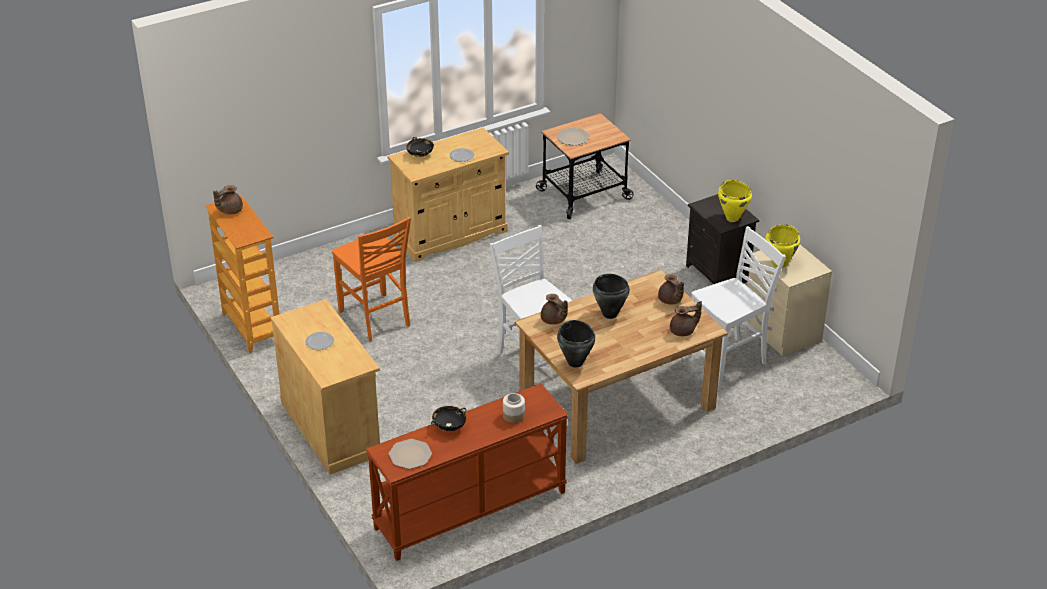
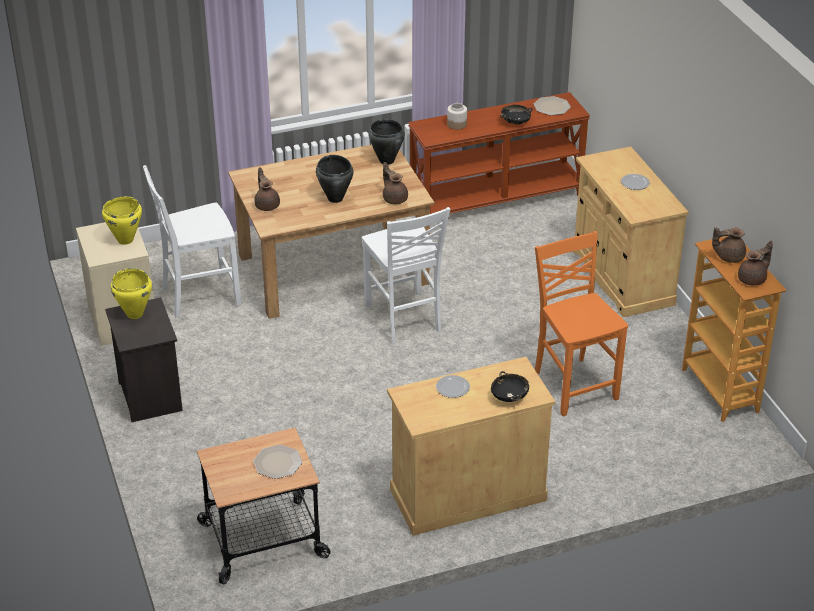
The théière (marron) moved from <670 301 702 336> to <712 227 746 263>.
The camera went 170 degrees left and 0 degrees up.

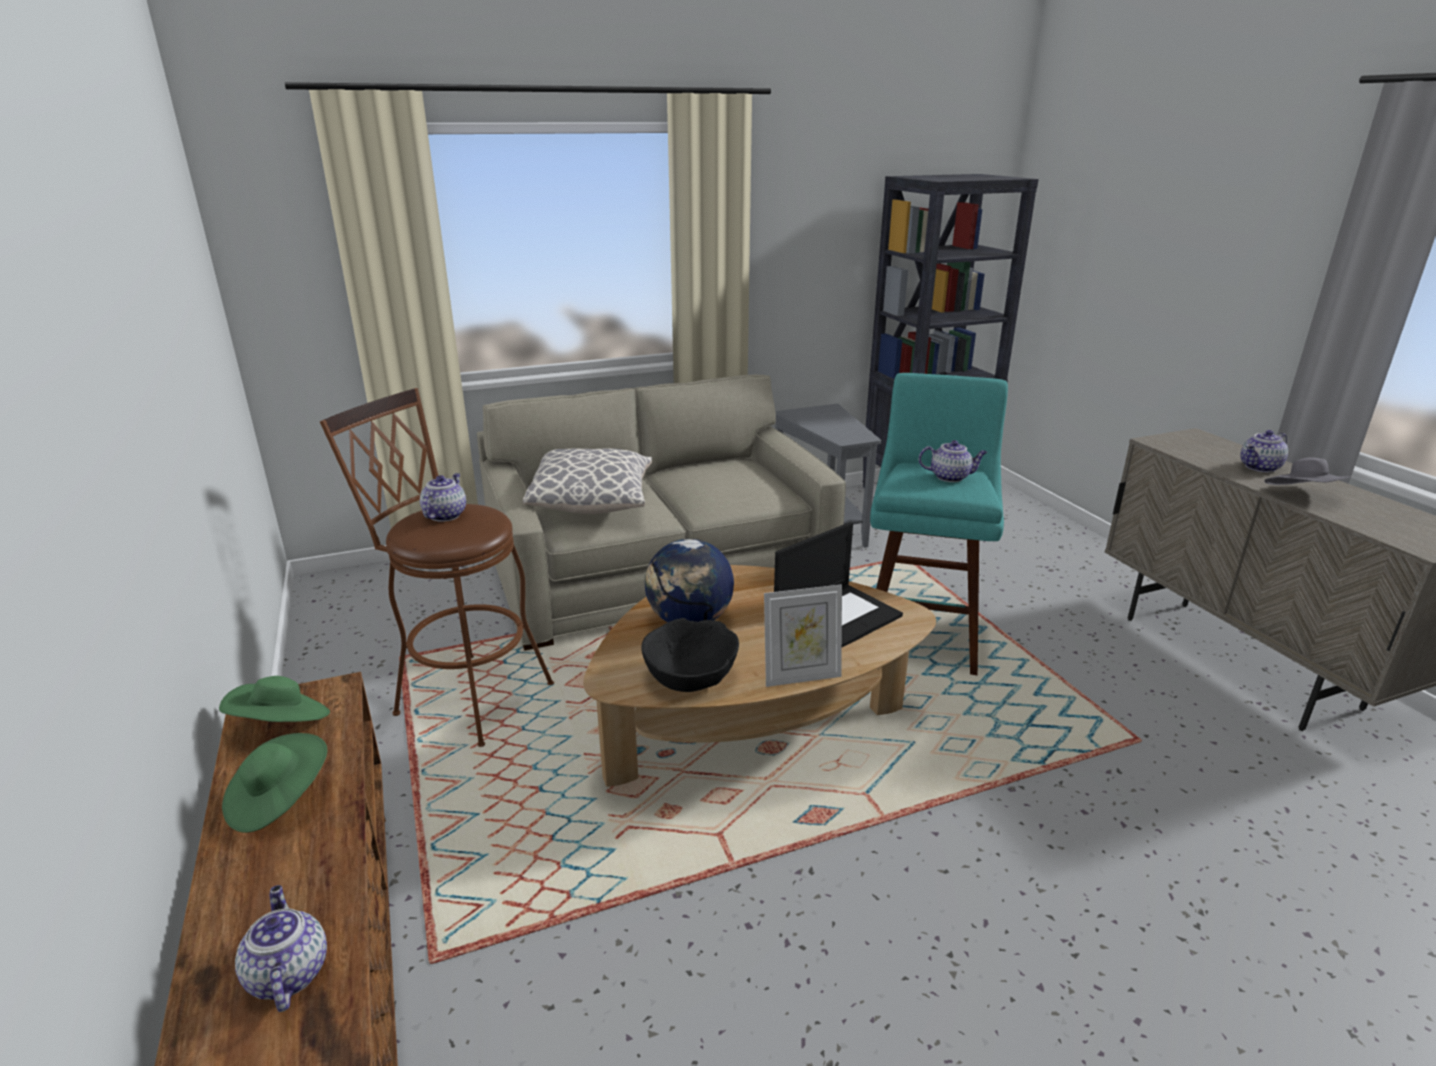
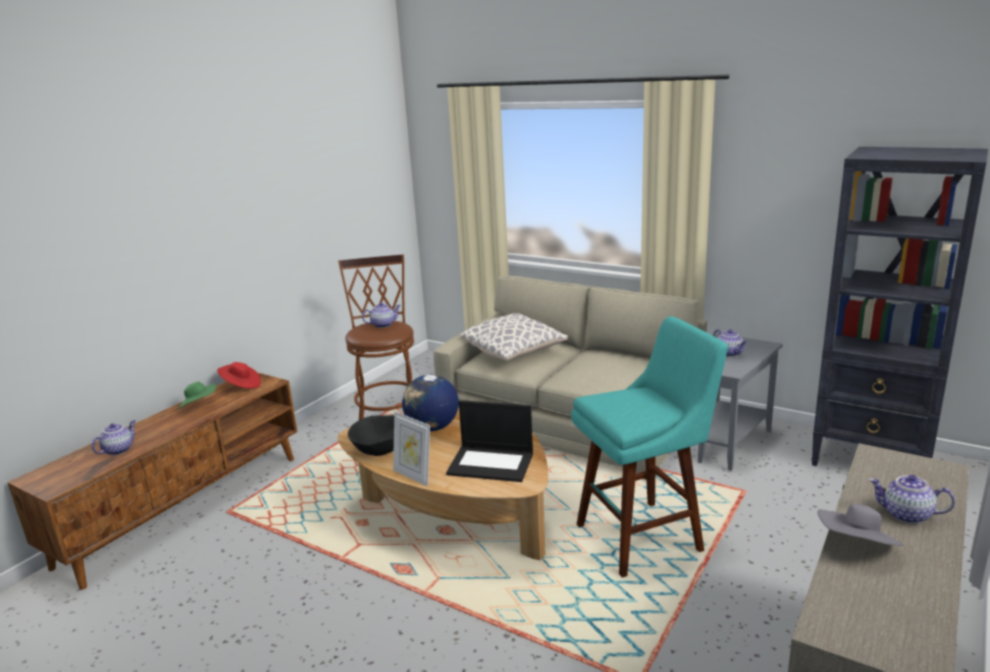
The théière moved from <919 440 988 482> to <713 329 747 357>.
The chapeau (vert) at <219 676 330 722> became the chapeau (rouge) at <217 362 261 389>.
The camera went 55 degrees right and 5 degrees down.

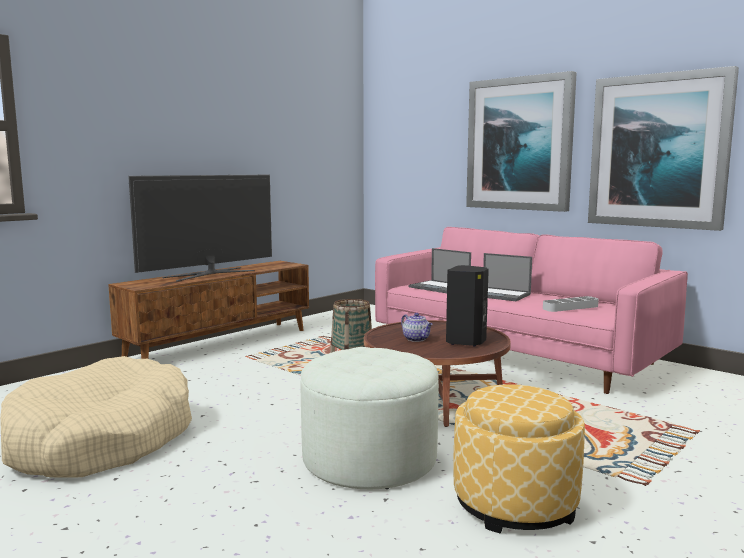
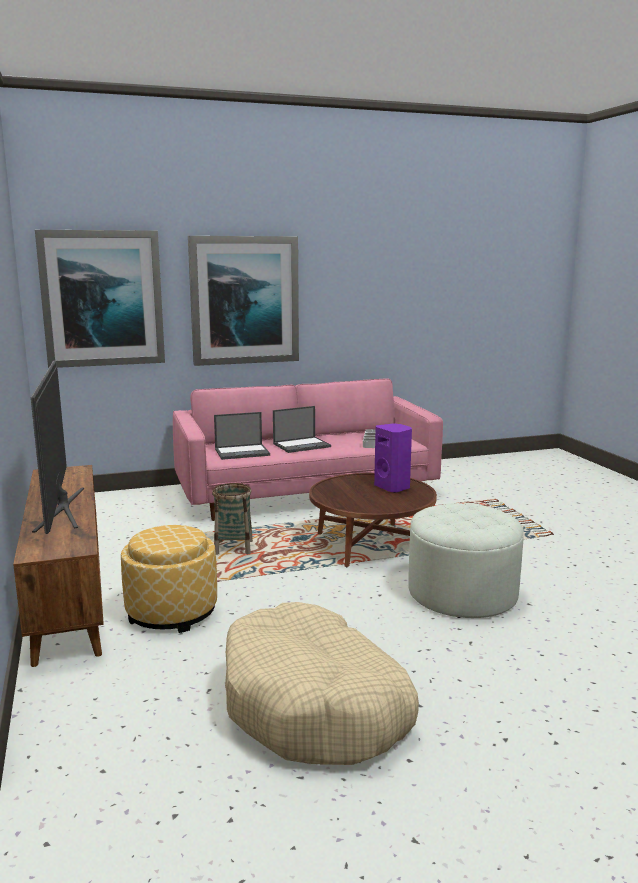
The tableau moved from <588 66 739 231> to <35 230 165 368>.
The enceinte (noir) at <446 265 489 346> became the enceinte (violet) at <374 423 412 493>.
The théière at <401 313 433 342> disappeared.
The pouf moved from <453 384 585 534> to <121 525 217 633>.
The camera went 60 degrees left and 5 degrees up.

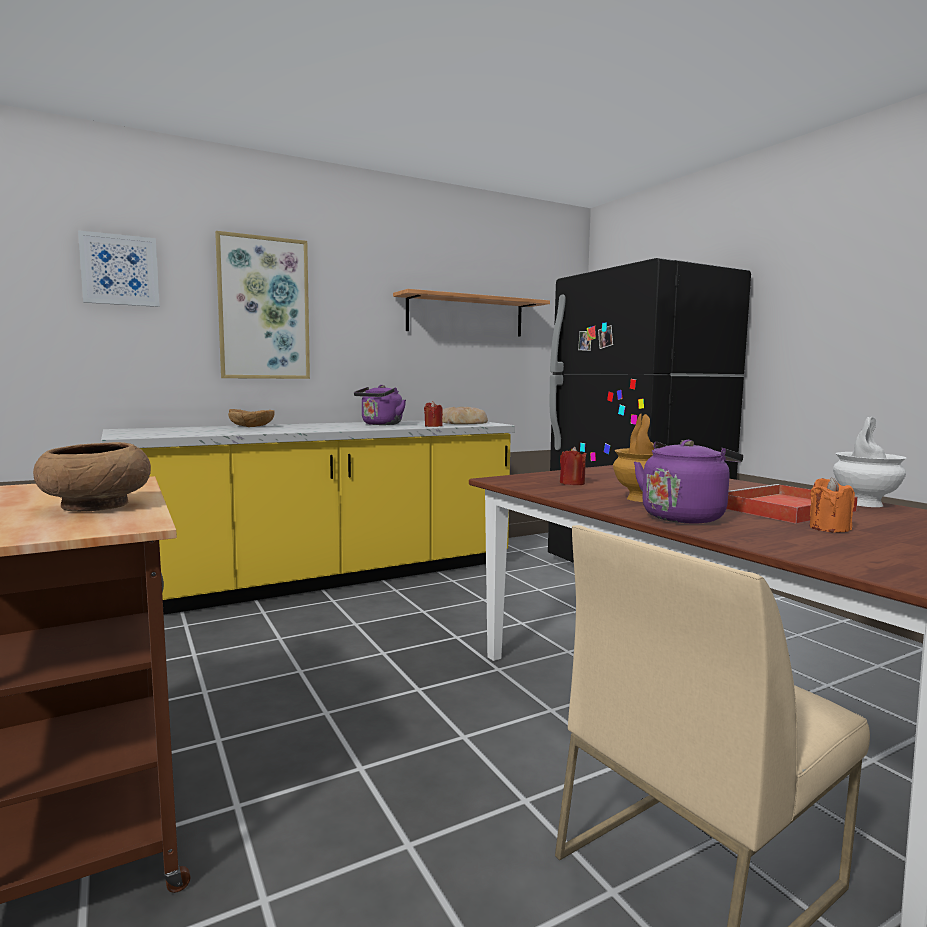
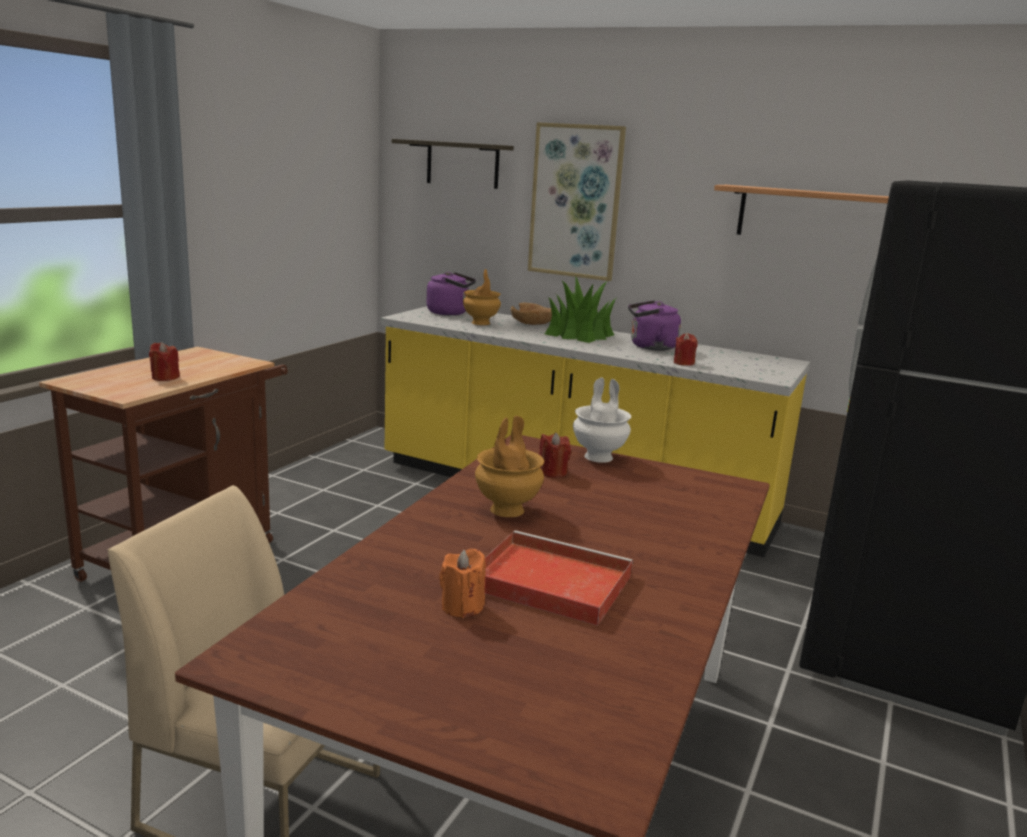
The tableau at <78 230 160 307> was replaced by the étagère at <392 139 514 189>.
The pain at <442 407 488 424> disappeared.
The vase (blanc) moved from <833 417 906 507> to <573 378 631 463>.
The bouilloire (violet) moved from <634 440 743 523> to <427 272 476 315>.
The bol (marron) at <33 442 151 512> was replaced by the bougie (rouge) at <149 342 180 381>.
The vase (marron) at <463 269 501 325> appeared.
The plante en pot at <544 275 616 343> appeared.
The camera went 55 degrees right and 10 degrees up.

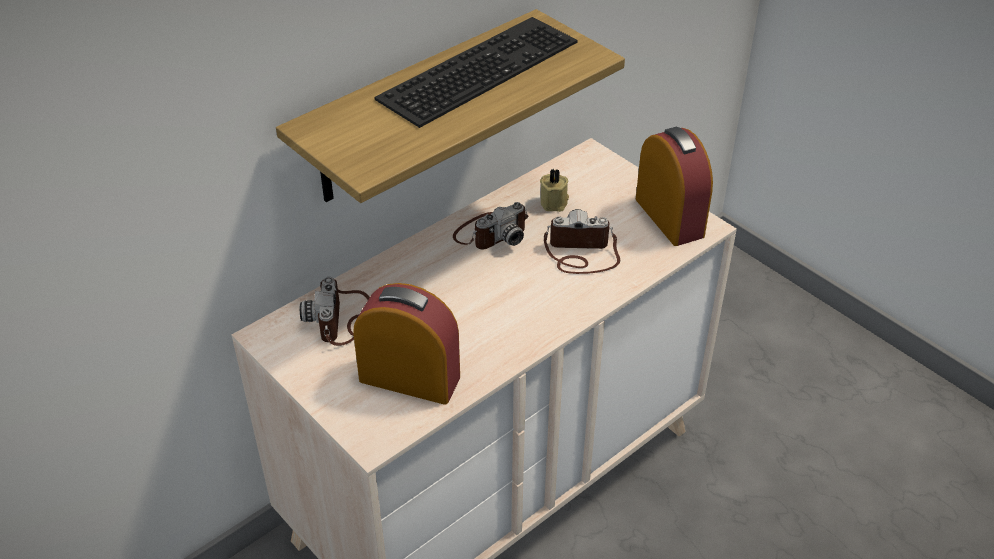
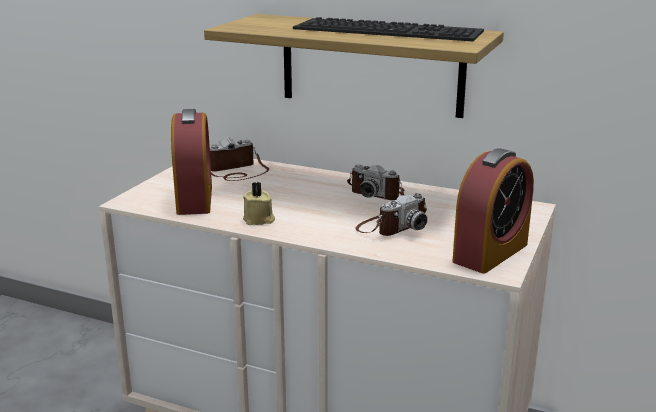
The bougie (beige) moved from <540 169 569 212> to <243 182 275 225>.
The appareil photo at <544 209 620 274> turned 75 degrees clockwise.
The camera went 65 degrees right and 20 degrees down.

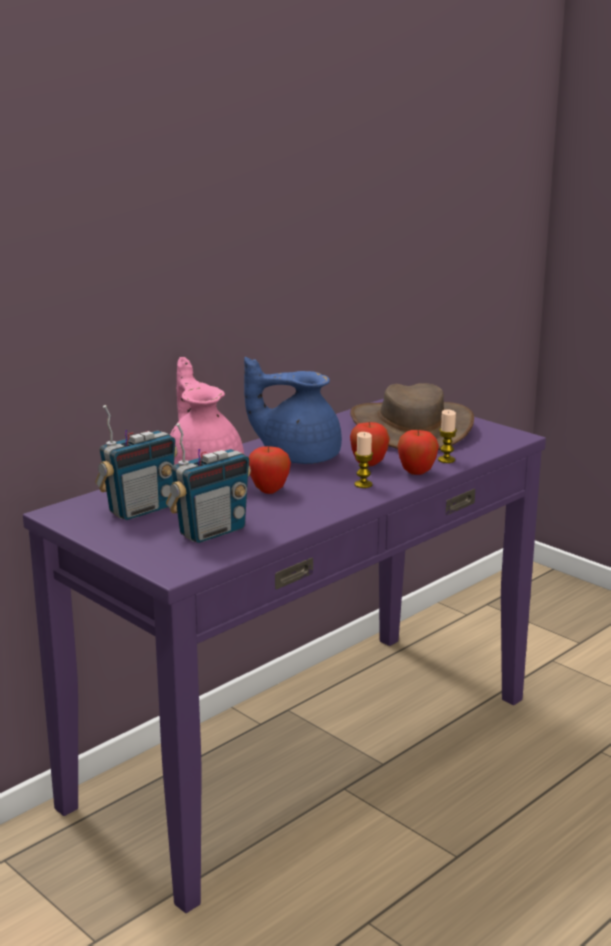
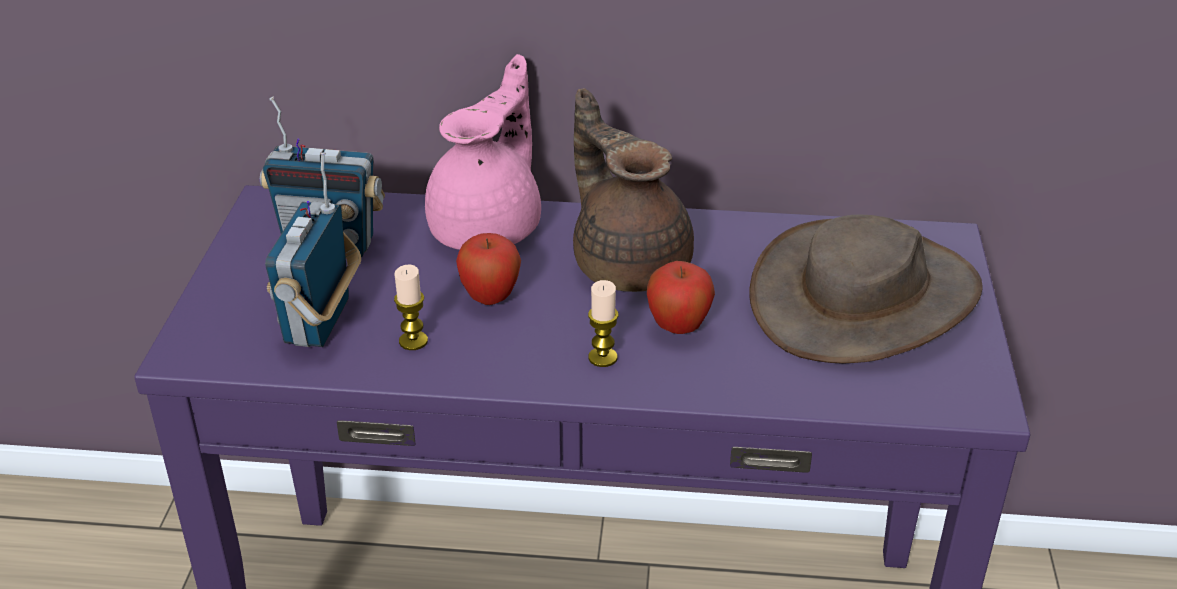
The théière (bleu) at <244 357 342 464> became the théière (marron) at <573 89 694 292>.
The bougie moved from <438 409 457 463> to <394 264 428 350>.
The radio at <166 423 251 543> turned 90 degrees clockwise.
The pomme at <397 430 439 475> disappeared.
The camera went 50 degrees right and 15 degrees up.

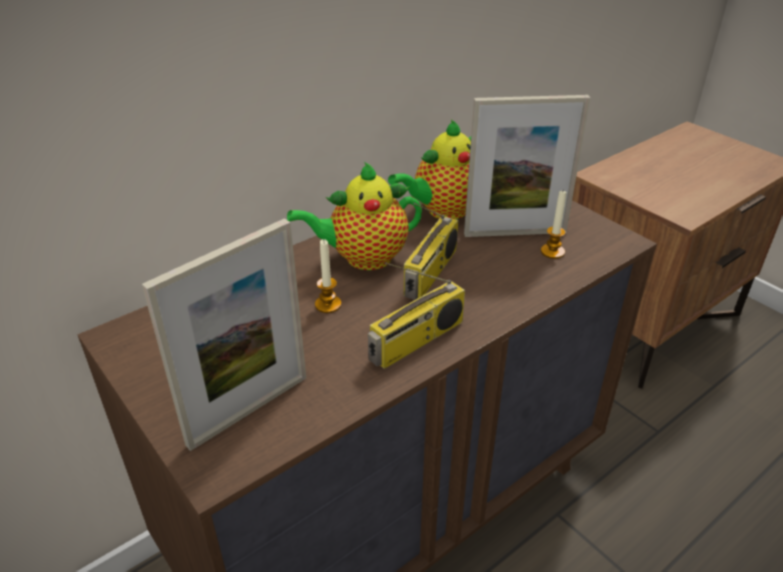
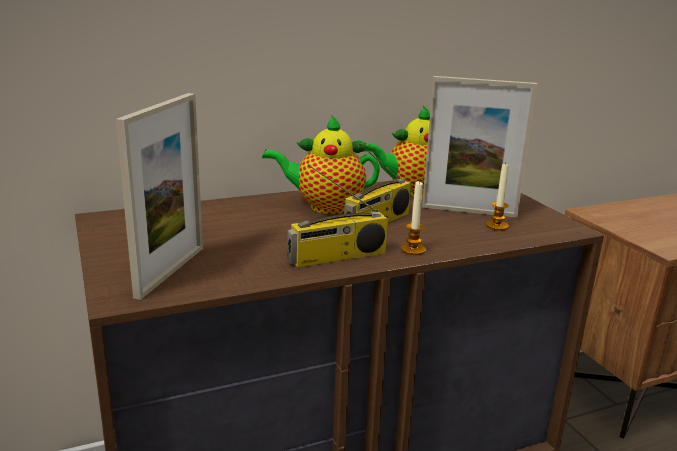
The cadre photo at <142 218 306 451> turned 45 degrees counterclockwise.
The bougie moved from <315 239 341 313> to <401 180 426 255>.
The camera went 15 degrees right and 15 degrees down.

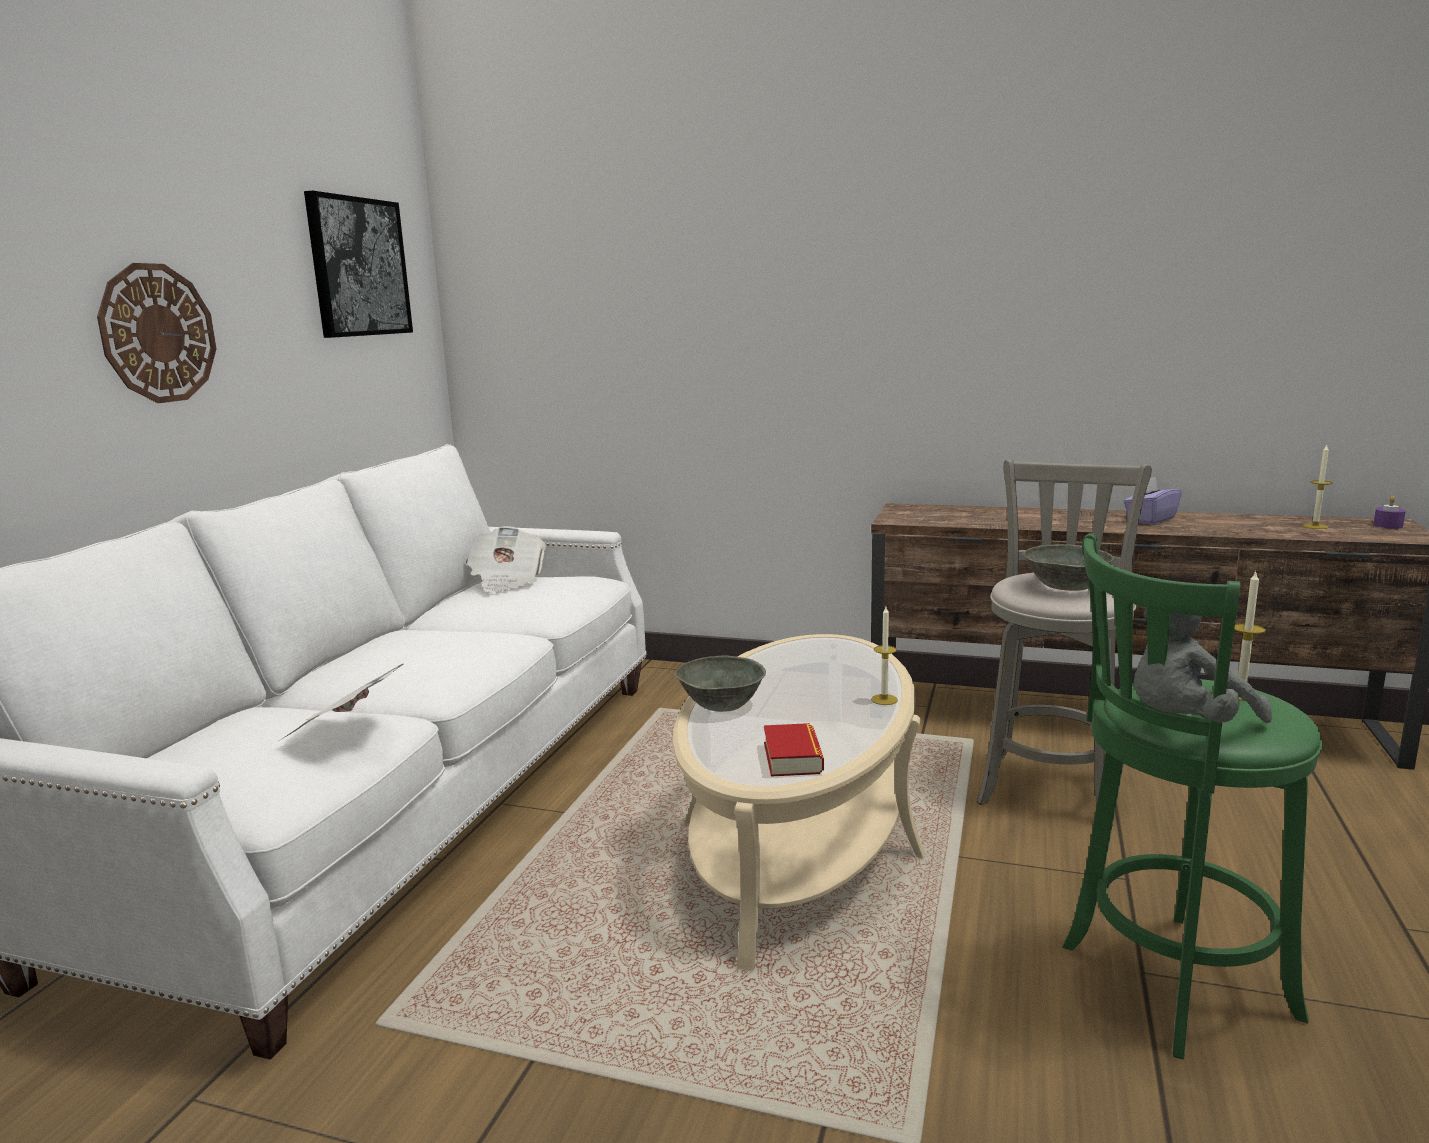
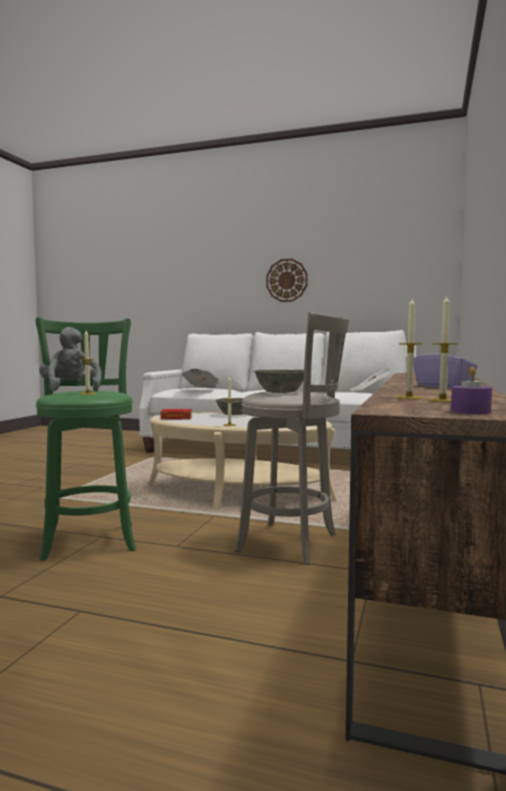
The tableau at <304 191 413 338> disappeared.
The bougie at <396 298 423 399> appeared.
The camera went 90 degrees right and 10 degrees down.

